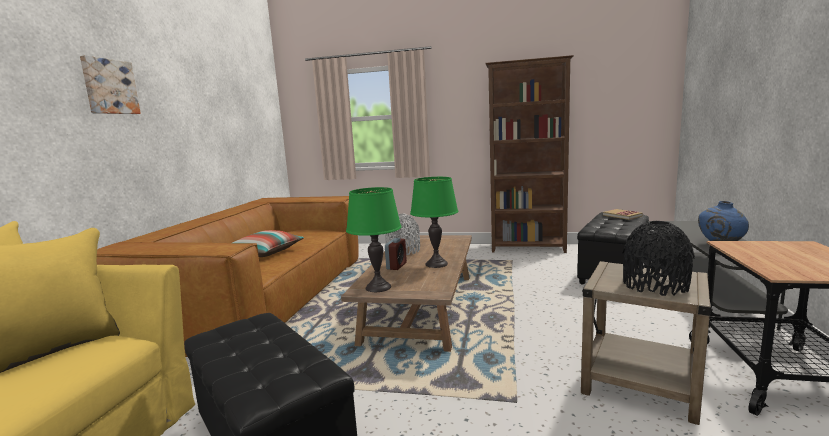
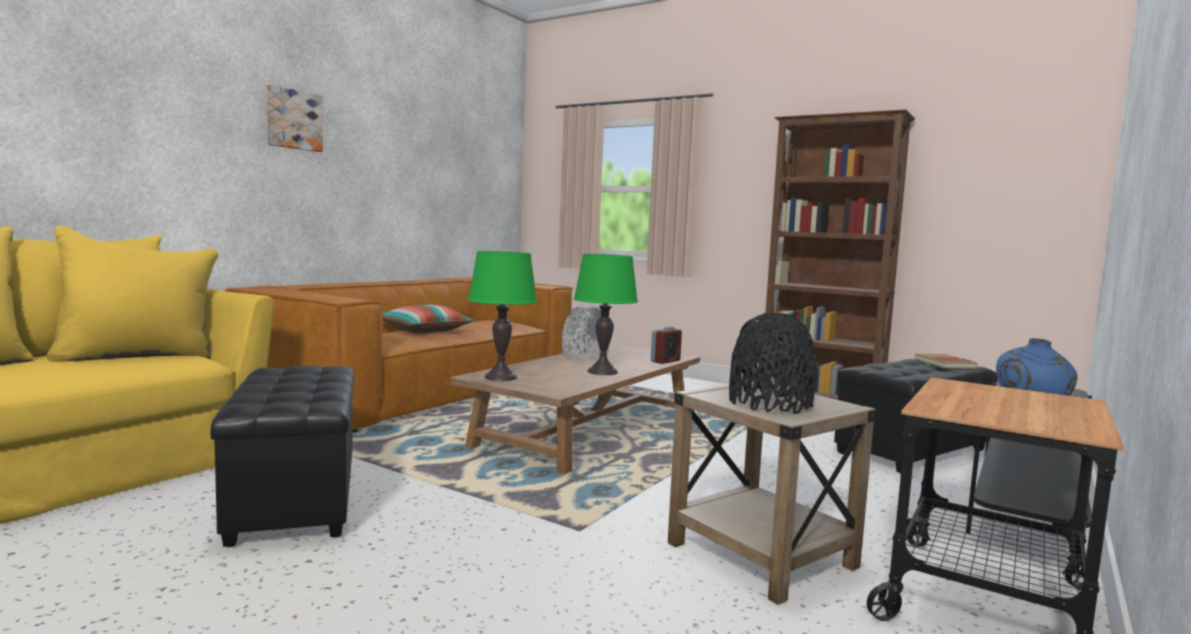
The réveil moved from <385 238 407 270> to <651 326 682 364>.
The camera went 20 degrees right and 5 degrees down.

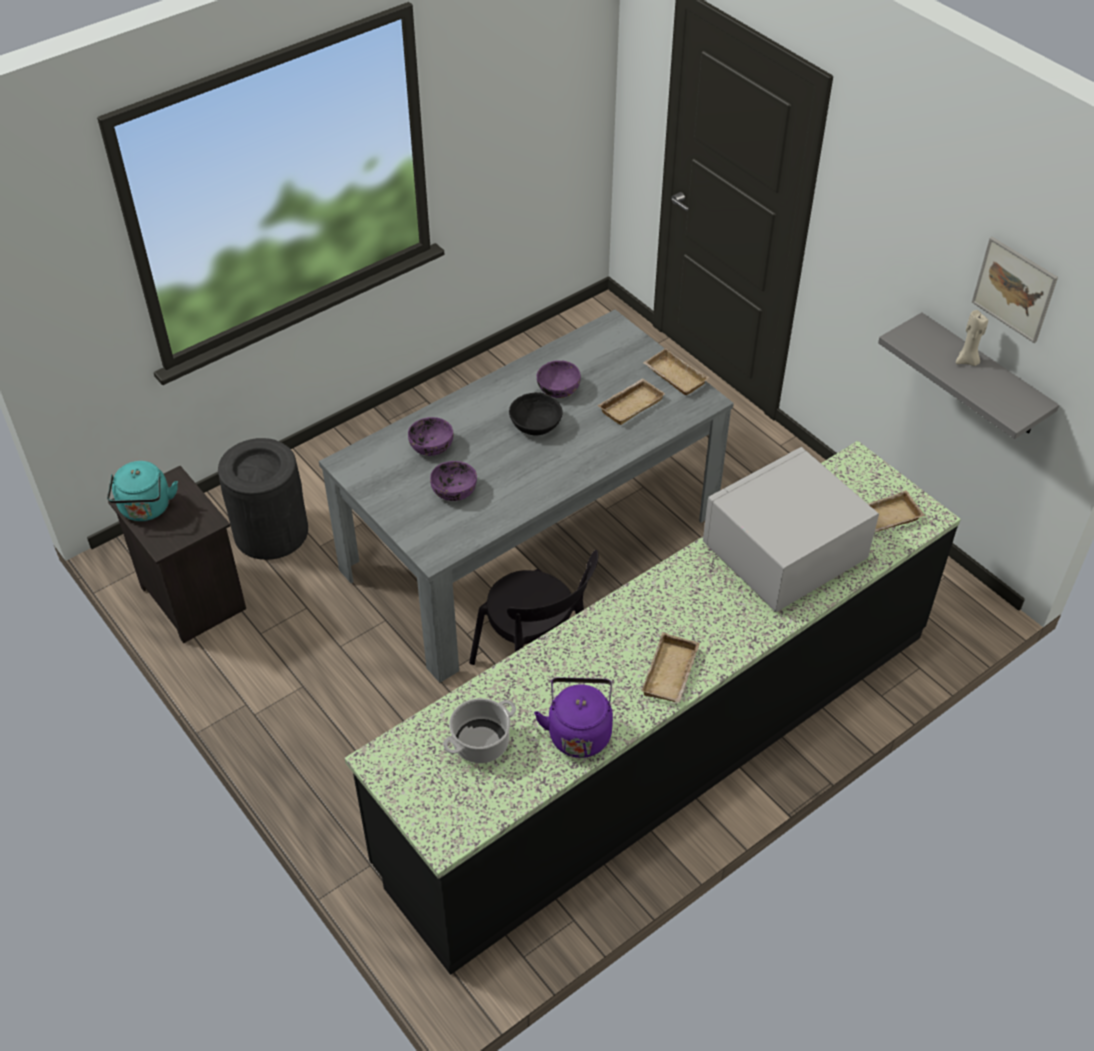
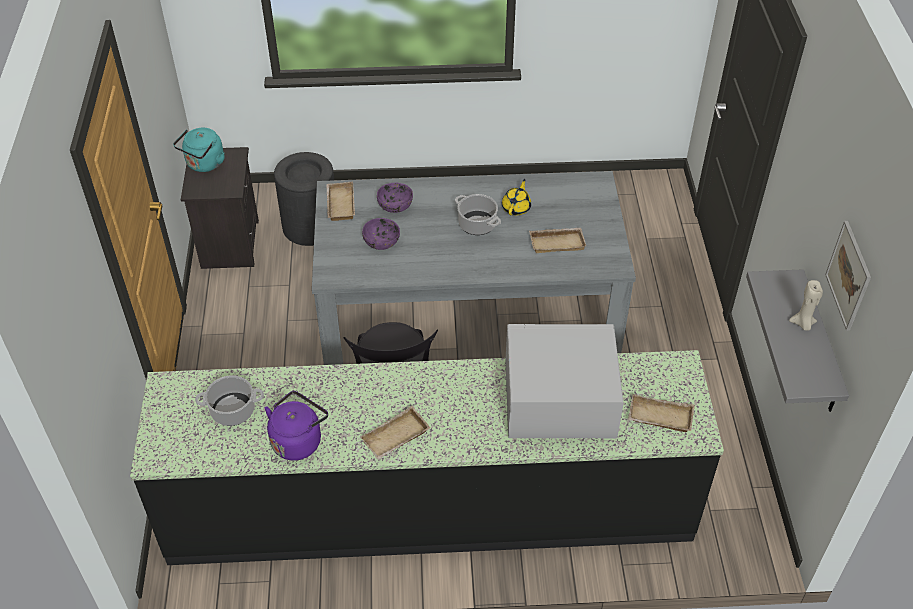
The plateau (beige) moved from <643 348 709 395> to <326 182 355 221>.
The bol (violet) at <537 360 581 398> was replaced by the théière (jaune) at <502 179 531 215>.
The bol (noir) at <509 392 563 435> was replaced by the marmite at <455 194 501 235>.
The camera went 35 degrees right and 0 degrees up.

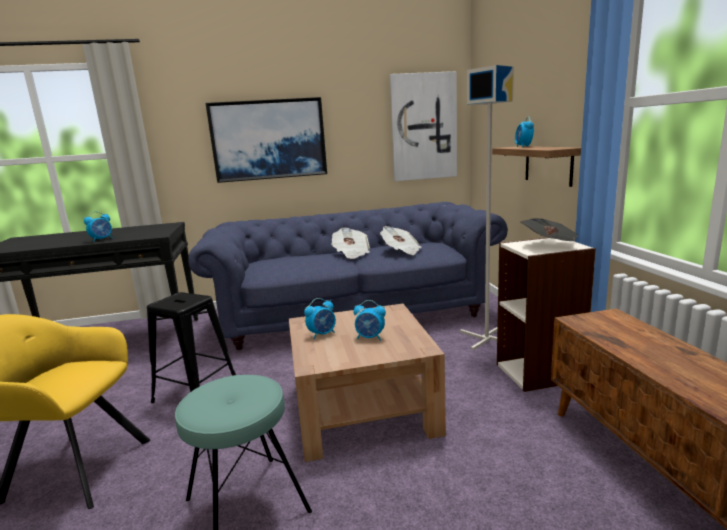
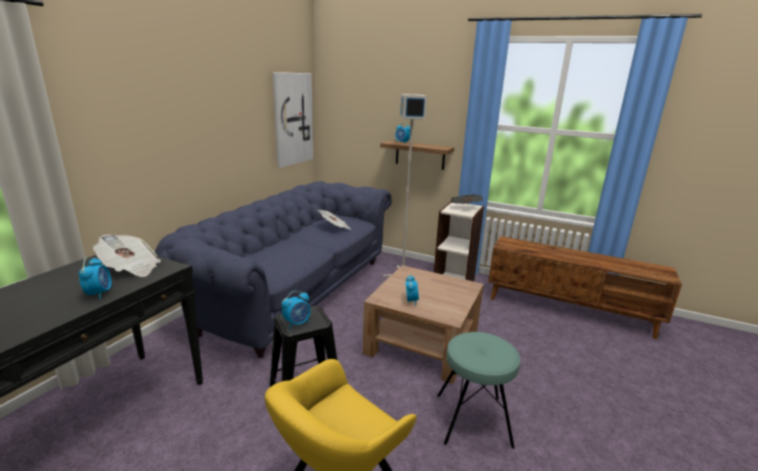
The tableau at <206 97 327 183> disappeared.
The journal moved from <331 228 370 259> to <93 234 161 277>.
The réveil moved from <354 300 386 341> to <281 291 311 329>.
The camera went 55 degrees left and 5 degrees up.

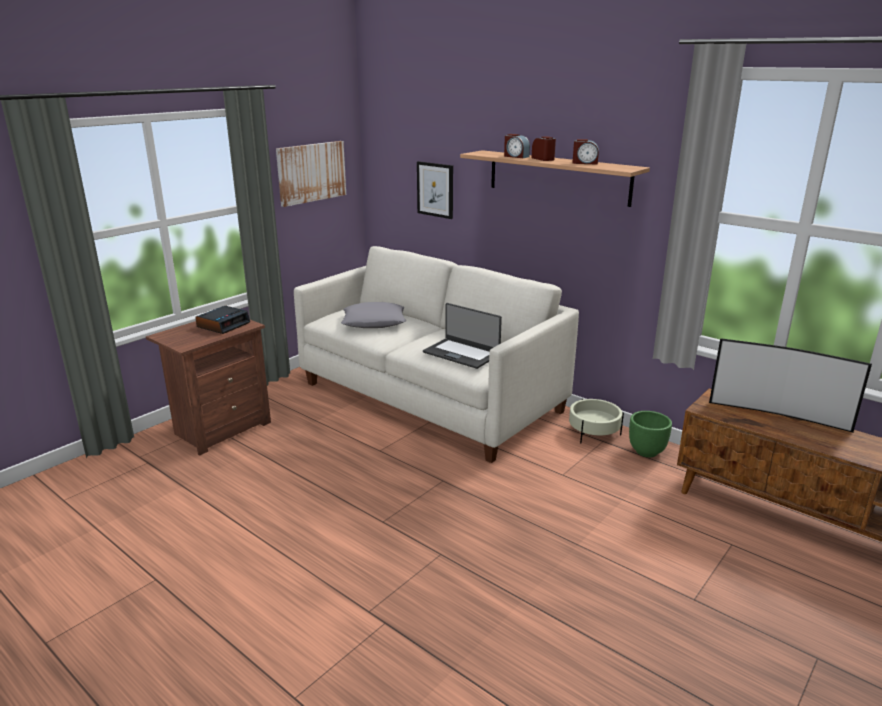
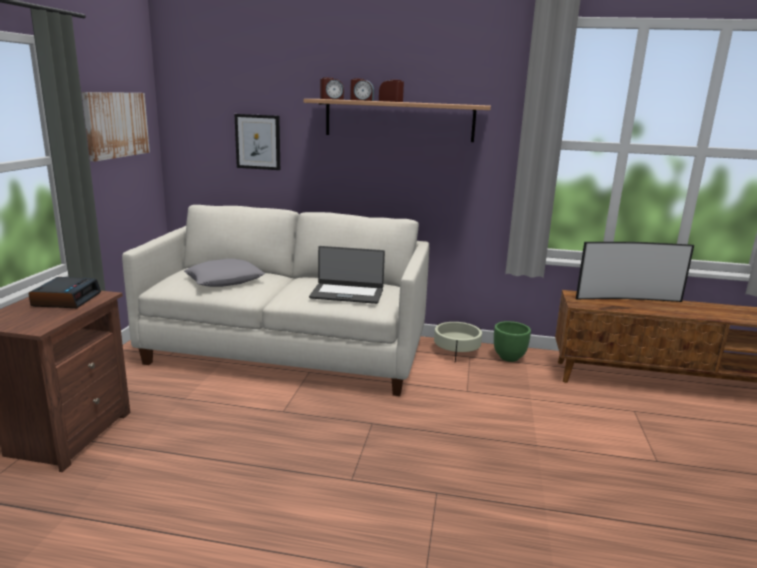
The réveil moved from <572 139 599 165> to <320 77 344 100>.
The camera went 30 degrees left and 5 degrees down.

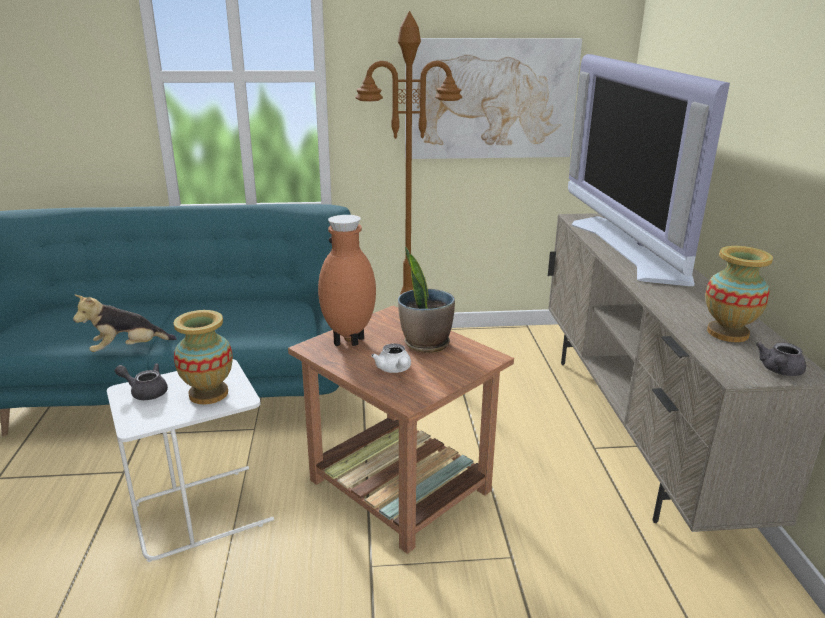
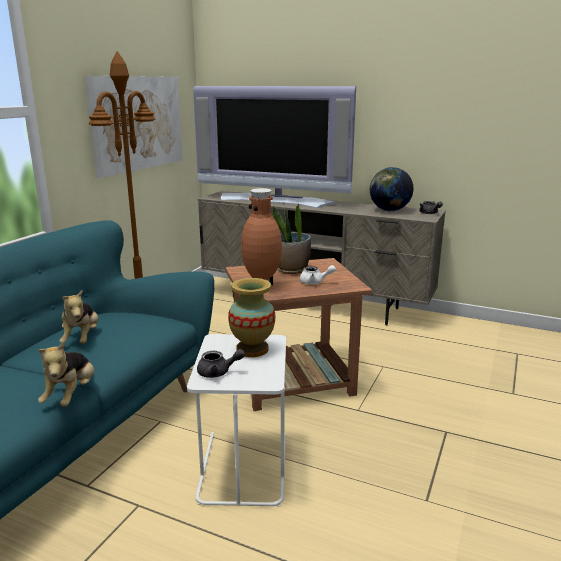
The vase at <705 246 773 342> was replaced by the globe at <370 167 413 211>.
The théière (gris) at <115 363 168 400> turned 135 degrees counterclockwise.
The peluche at <59 290 98 344> appeared.
The camera went 60 degrees left and 5 degrees down.

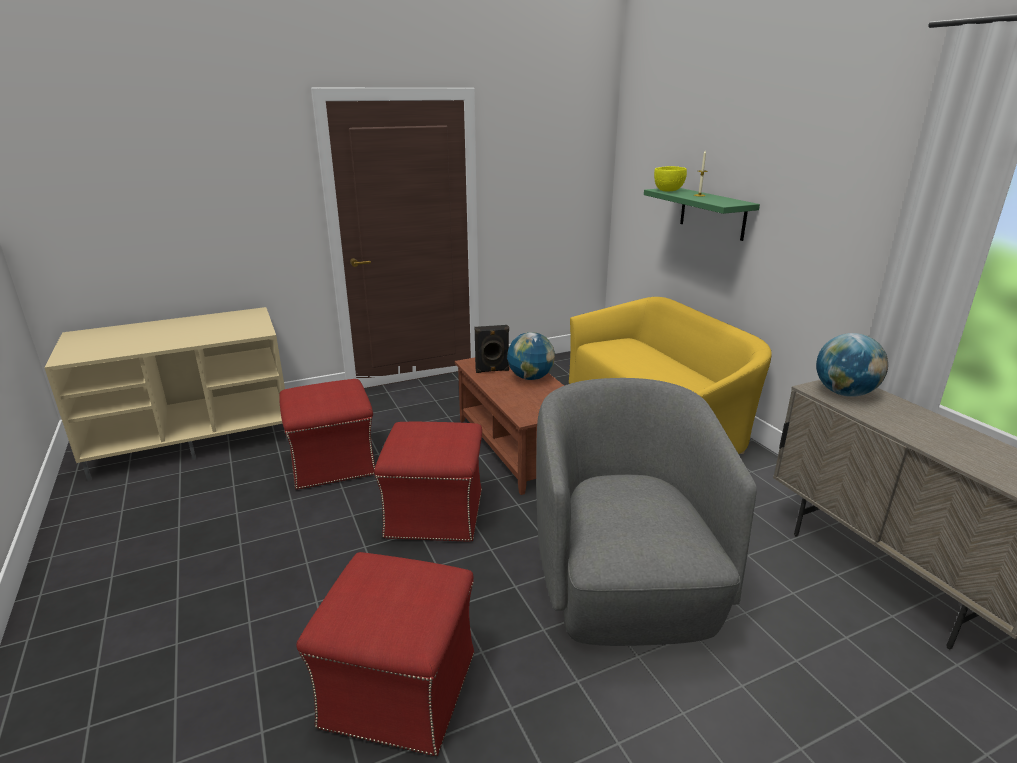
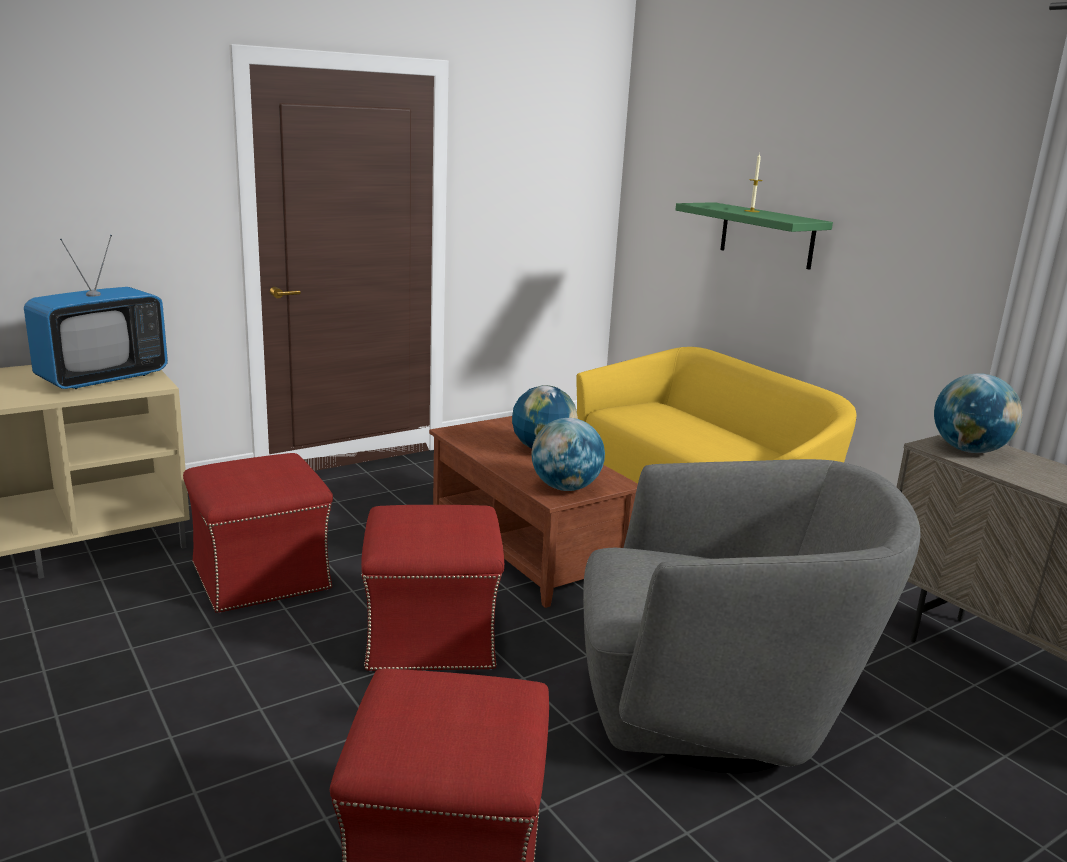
The bol (jaune) at <654 166 687 191> disappeared.
The enceinte (noir) at <475 325 509 373> disappeared.
The fauteuil (gris) at <536 378 757 646> turned 105 degrees clockwise.
The téléviseur at <24 235 168 389> appeared.
The globe at <531 418 605 491> appeared.
The camera went 10 degrees left and 5 degrees down.

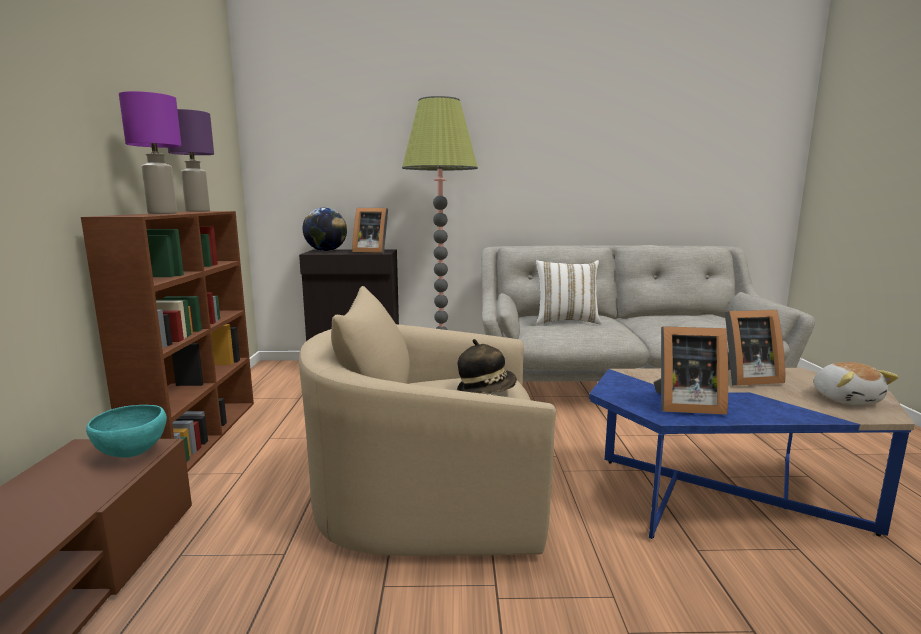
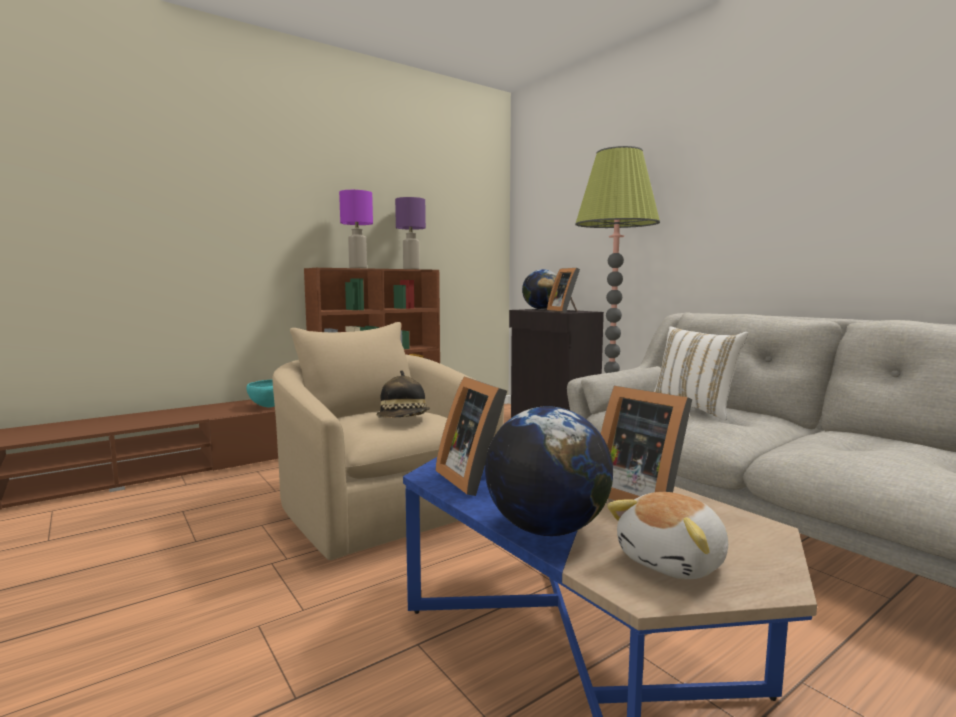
The globe at <485 406 613 536> appeared.
The camera went 55 degrees right and 5 degrees down.

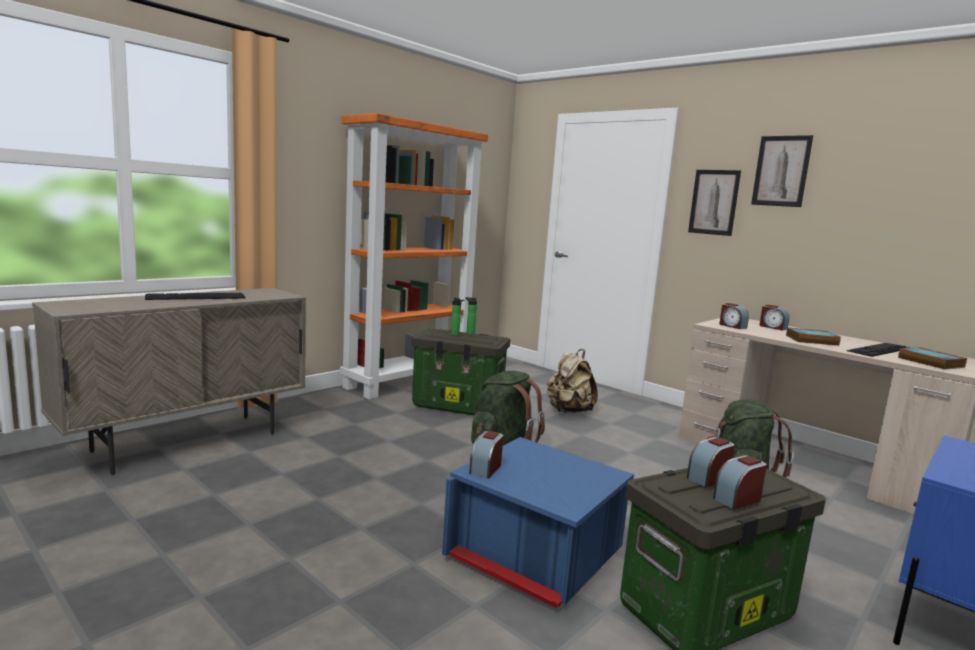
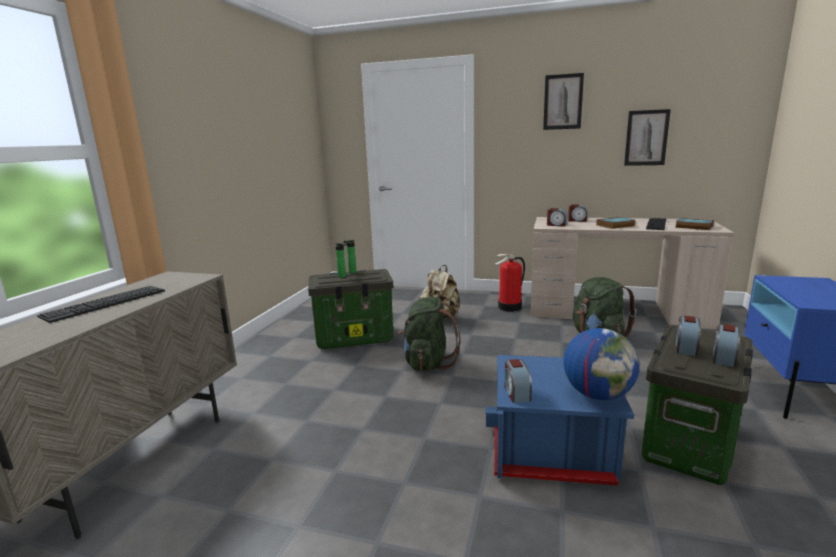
The bibliothèque (orange) at <340 113 488 400> disappeared.
The tableau moved from <688 170 741 236> to <624 109 671 166>.
The extincteur at <495 254 525 312> appeared.
The globe at <563 328 639 400> appeared.
The camera went 25 degrees left and 5 degrees up.

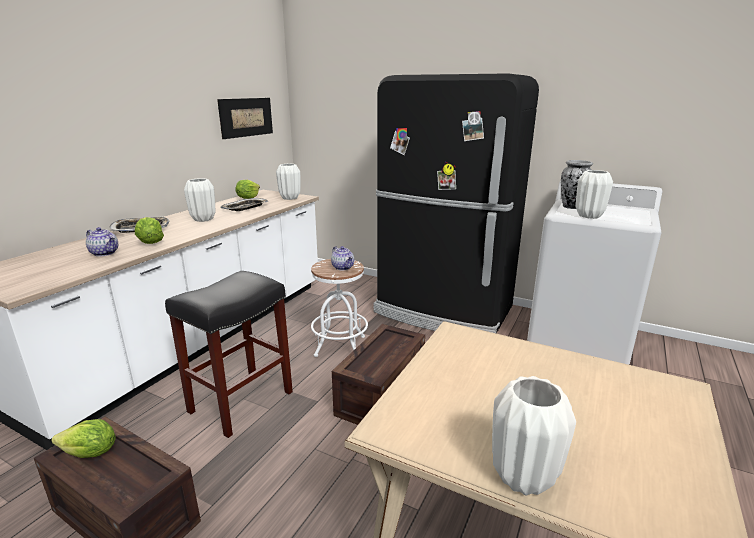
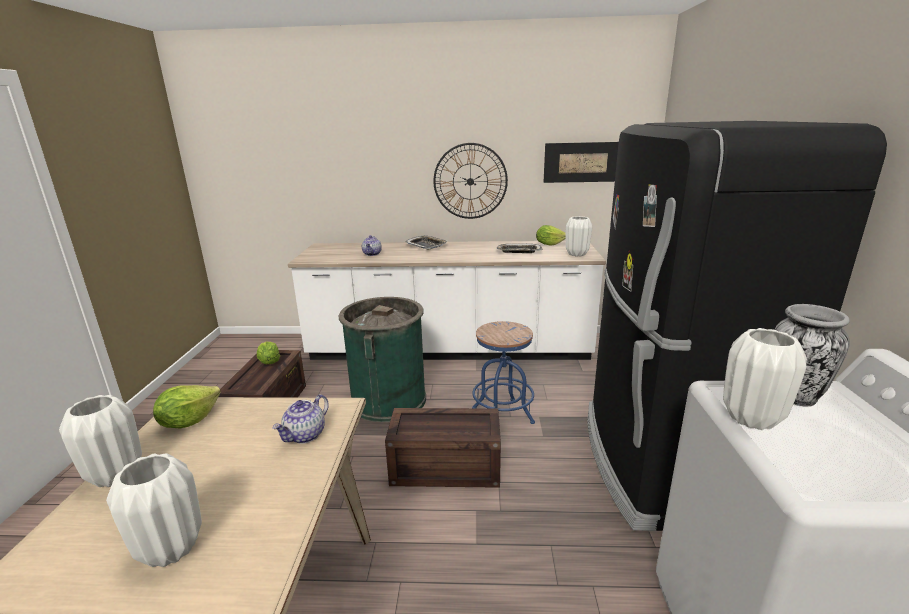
The vase (blanc) moved from <184 178 215 222> to <106 453 202 567>.
The laitue moved from <135 217 164 244> to <153 385 221 428>.
The théière moved from <331 246 354 270> to <272 394 329 444>.
The tabouret (blanc) at <311 259 368 357> became the tabouret (bleu) at <472 321 535 424>.
The tabouret (noir) at <165 271 293 438> was replaced by the poubelle (vert) at <339 297 426 422>.
The horloge murale at <433 143 508 219> appeared.
The camera went 65 degrees right and 0 degrees up.

